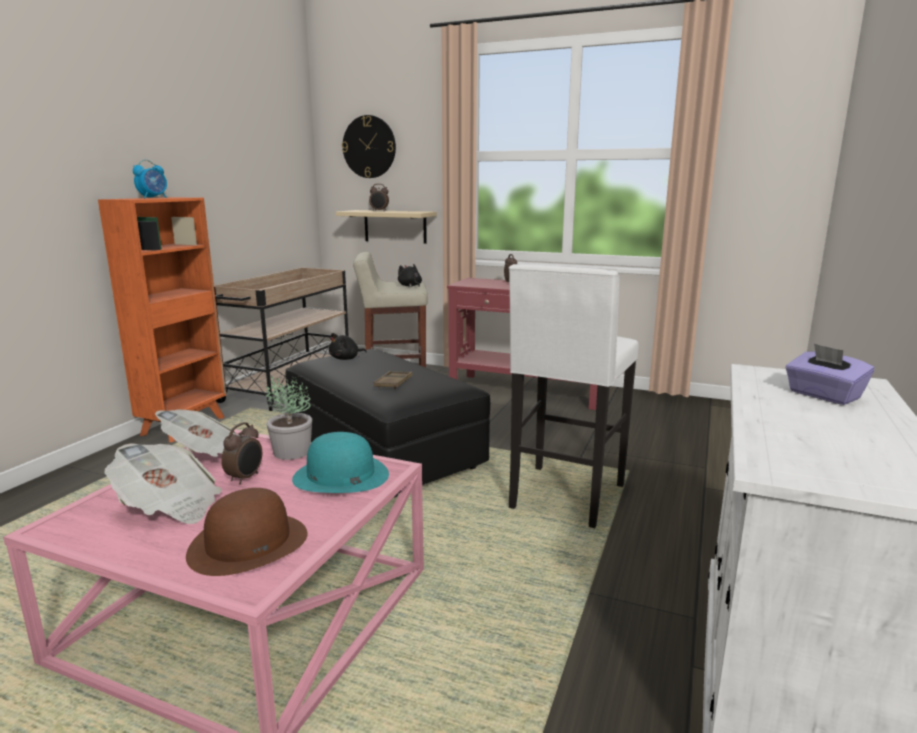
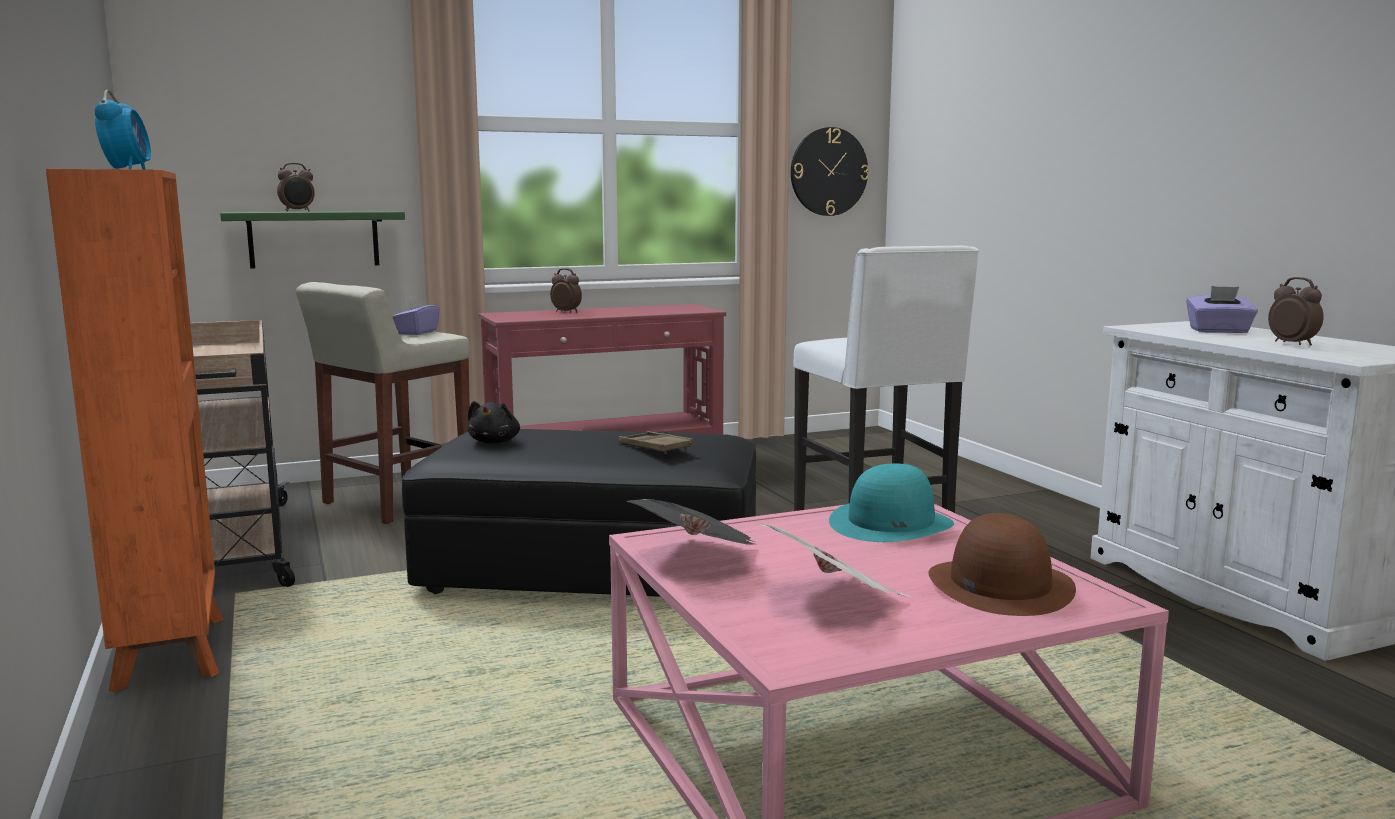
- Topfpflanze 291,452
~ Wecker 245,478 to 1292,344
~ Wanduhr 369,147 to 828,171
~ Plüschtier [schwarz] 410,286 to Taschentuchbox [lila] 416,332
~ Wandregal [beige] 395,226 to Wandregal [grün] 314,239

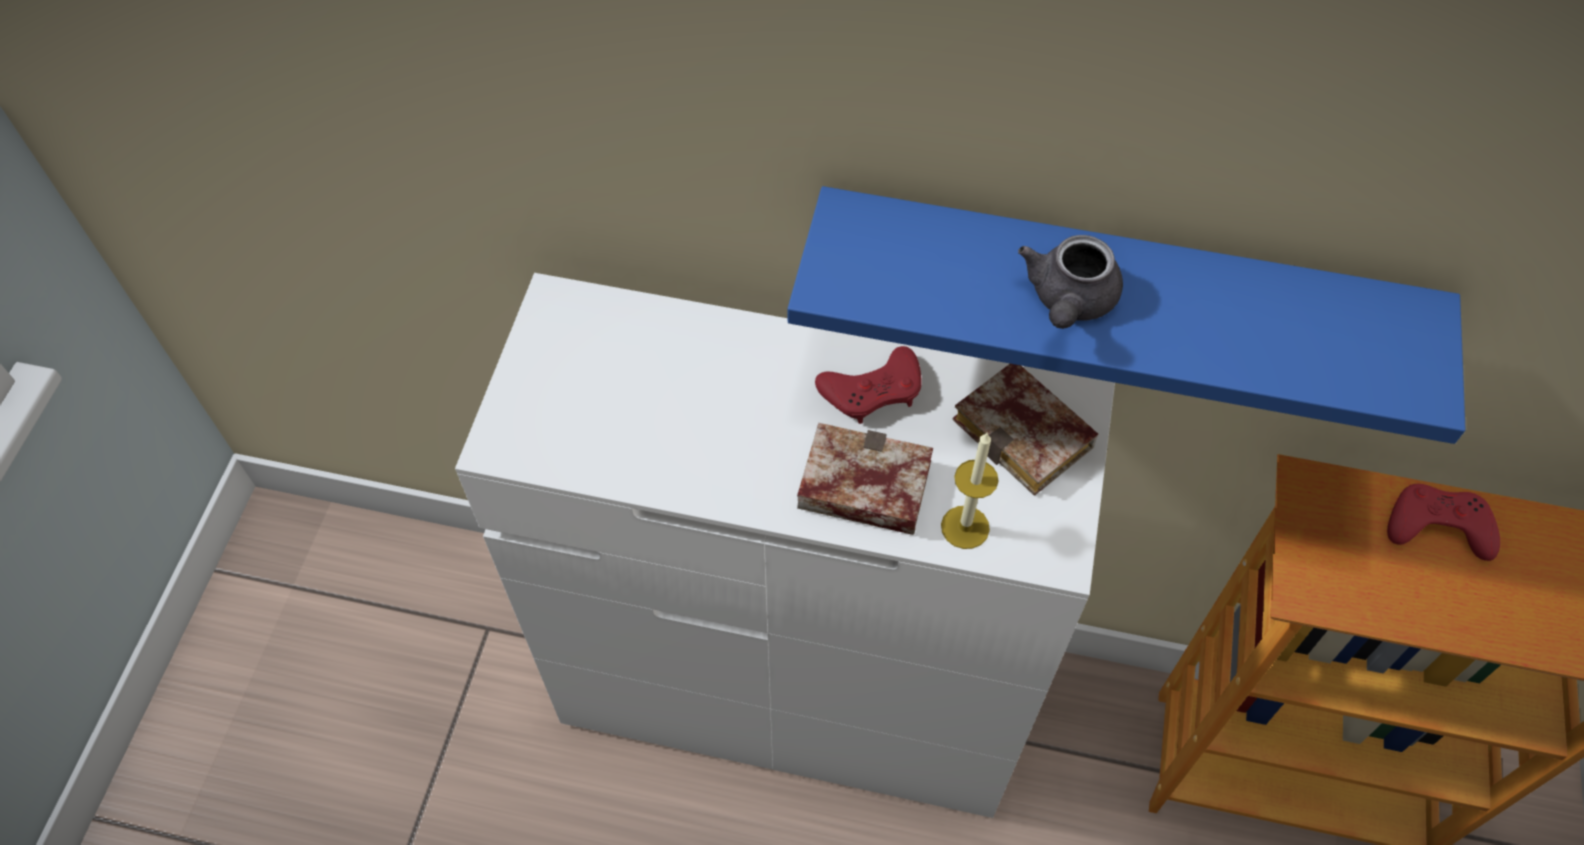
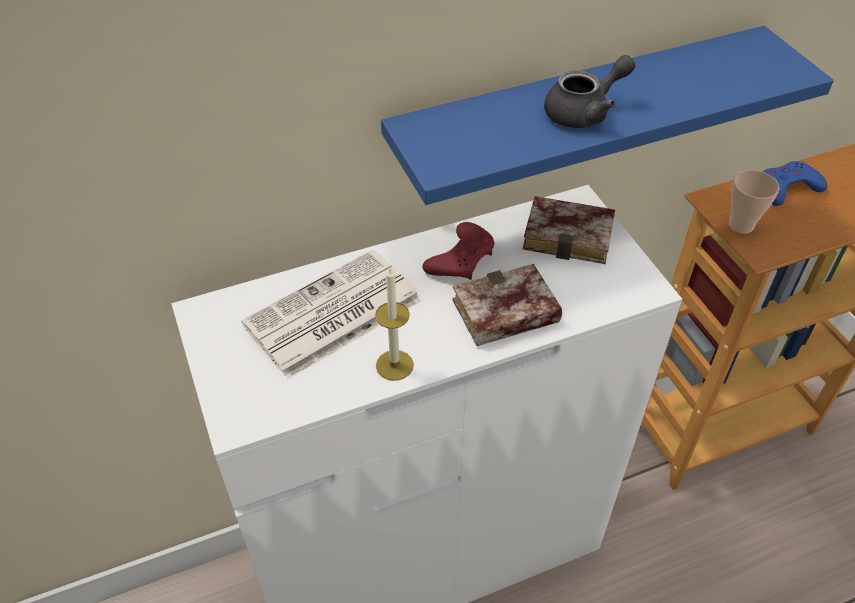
+ Zeitung 332,315
+ Tasse 741,225
~ Kerze 965,527 to 394,365
~ Gamepad [rot] 1438,526 to Gamepad [blau] 787,188
~ Teekanne [grau] 1068,301 = 584,112 105 degrees counterclockwise

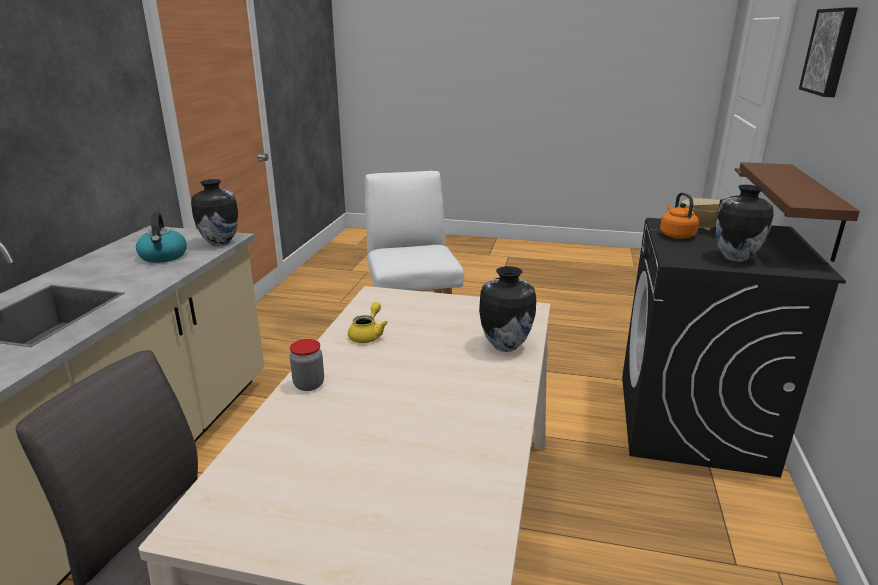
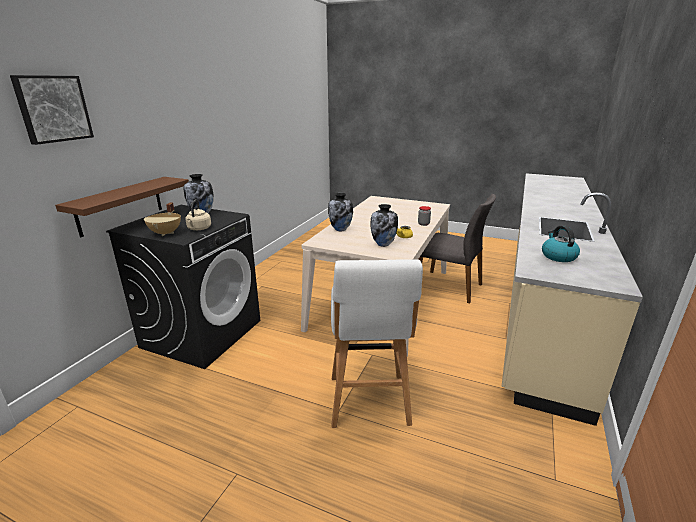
~ Vase 220,243 to 383,244
~ Wasserkessel [orange] 676,235 to Wasserkessel [beige] 199,229

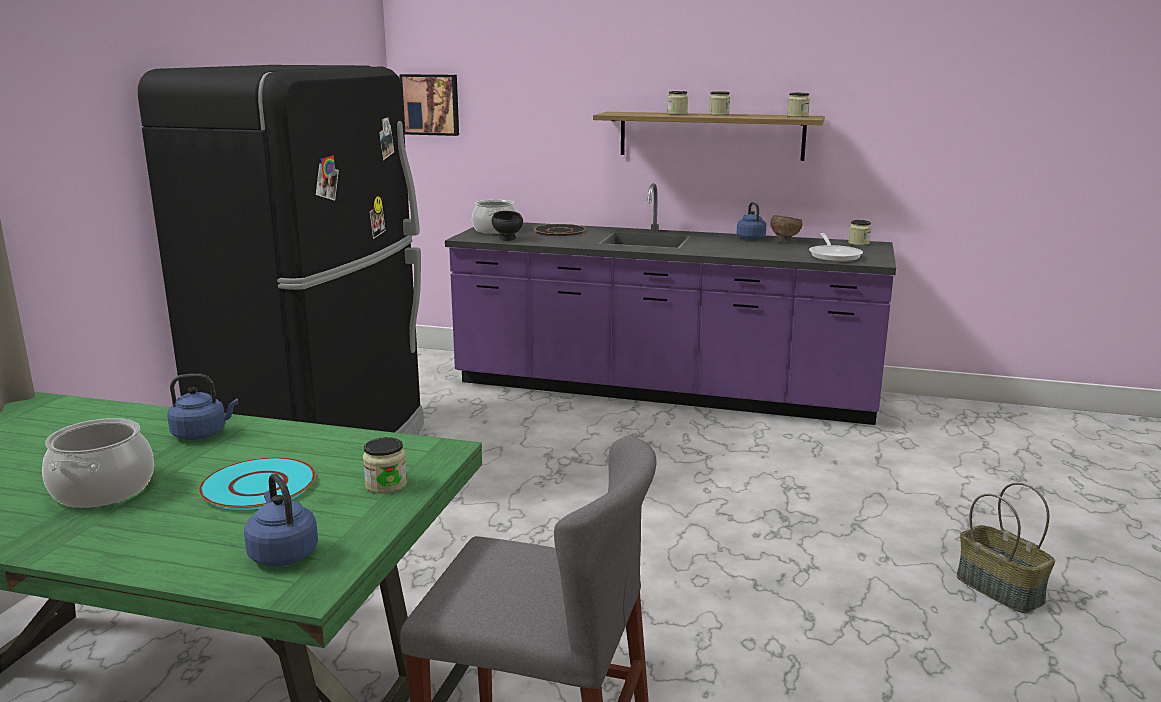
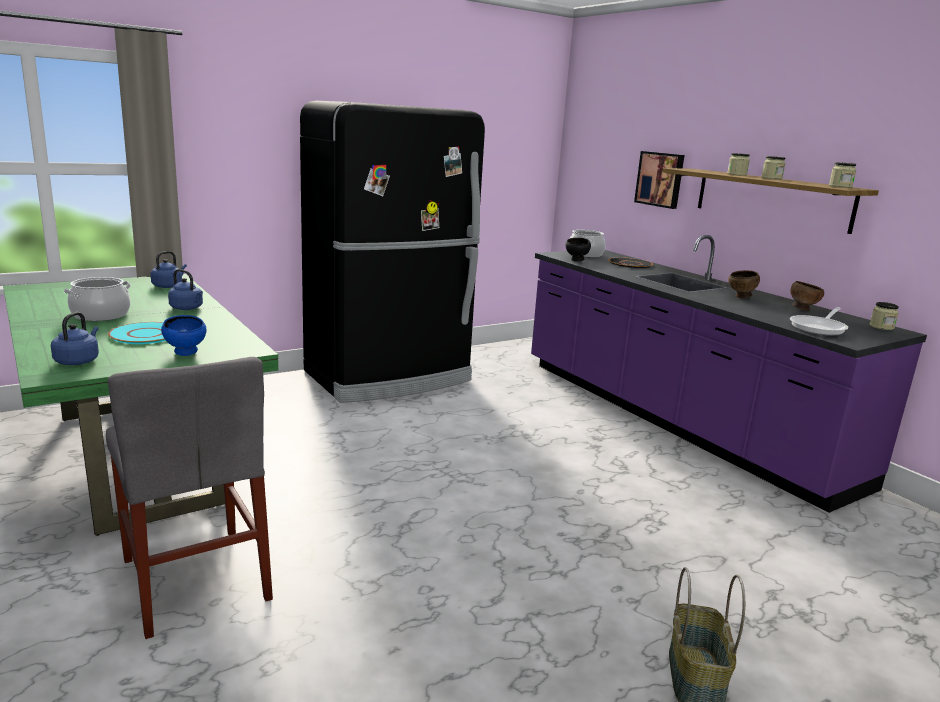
+ Schüssel [braun] 741,297
~ Bild 431,104 to 660,179
~ Wasserkessel [blau] 750,238 to 168,286
~ Vorratsglas 386,484 to Schüssel [blau] 186,353

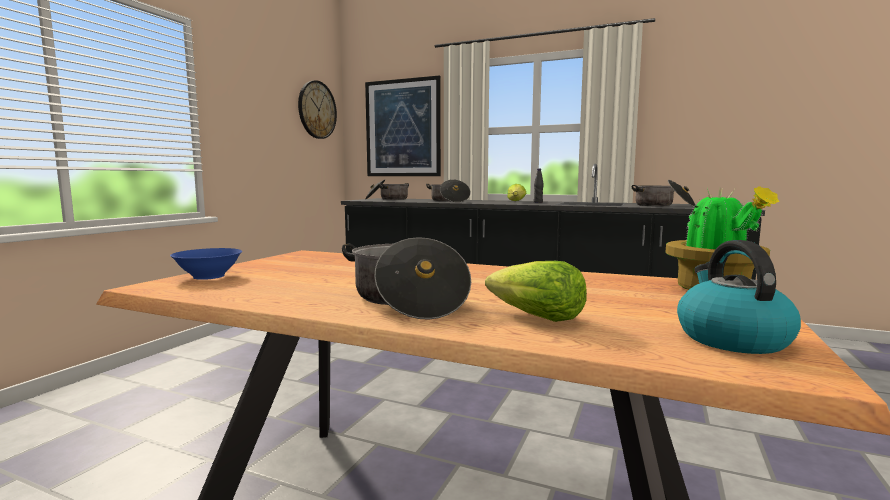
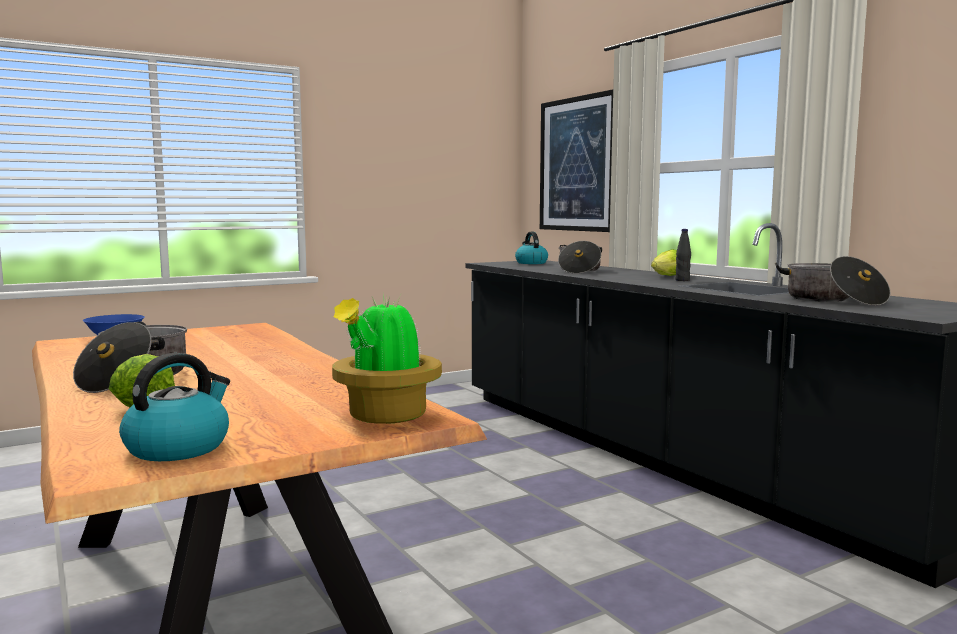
- Wanduhr 317,110
~ Kochtopf 387,199 to Wasserkessel 531,263

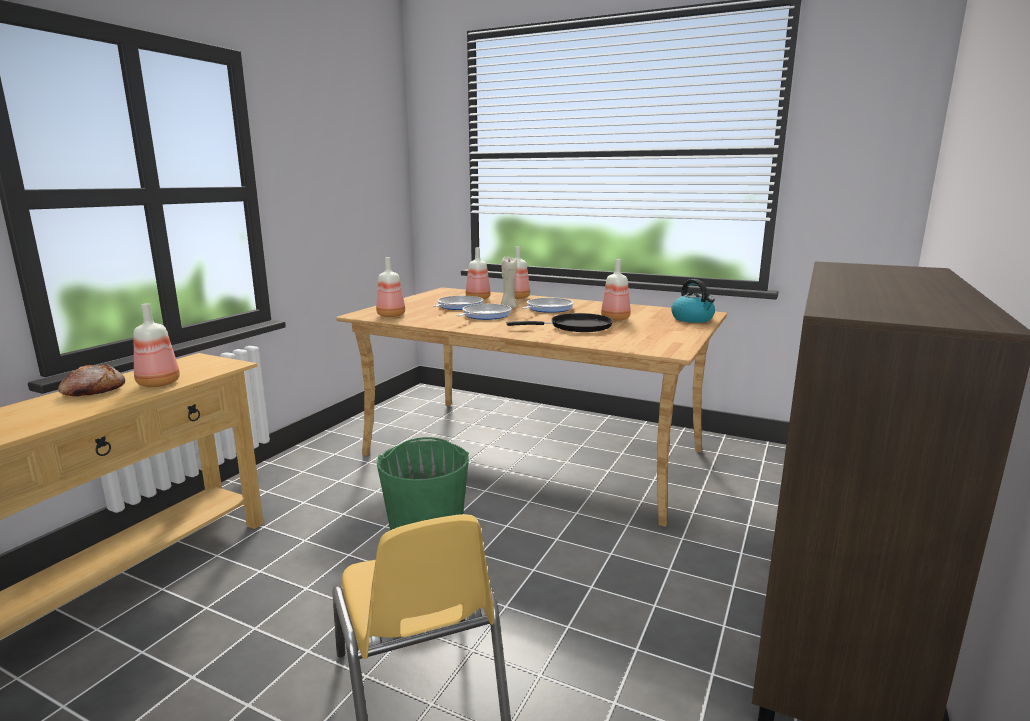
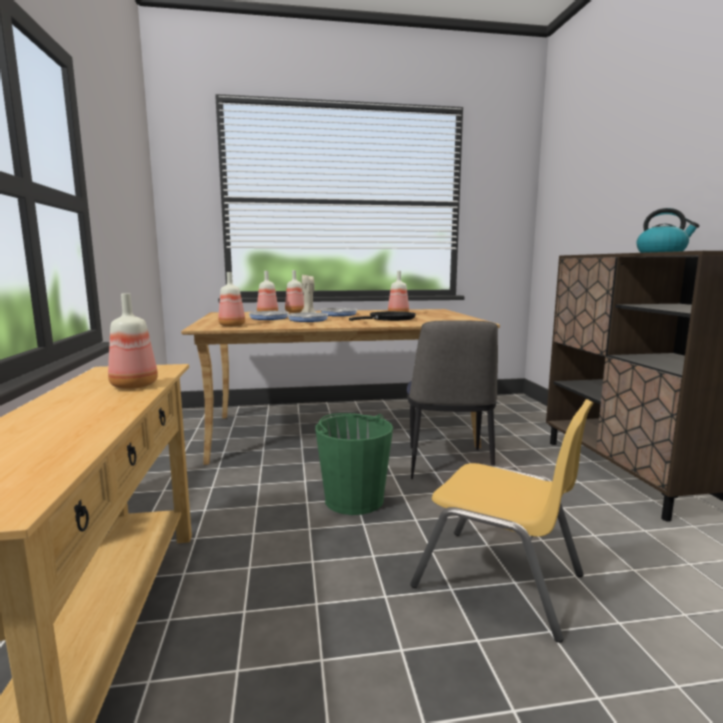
- Brot 93,391
+ Stuhl 448,465
~ Wasserkessel 693,319 to 662,252

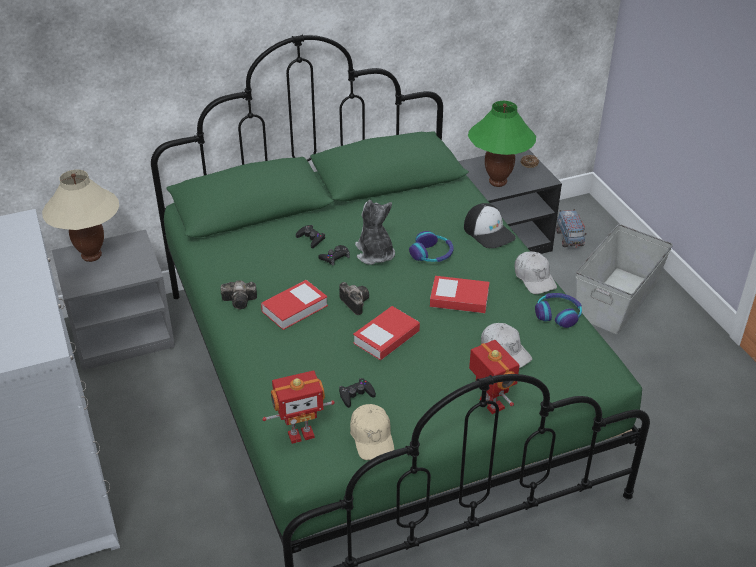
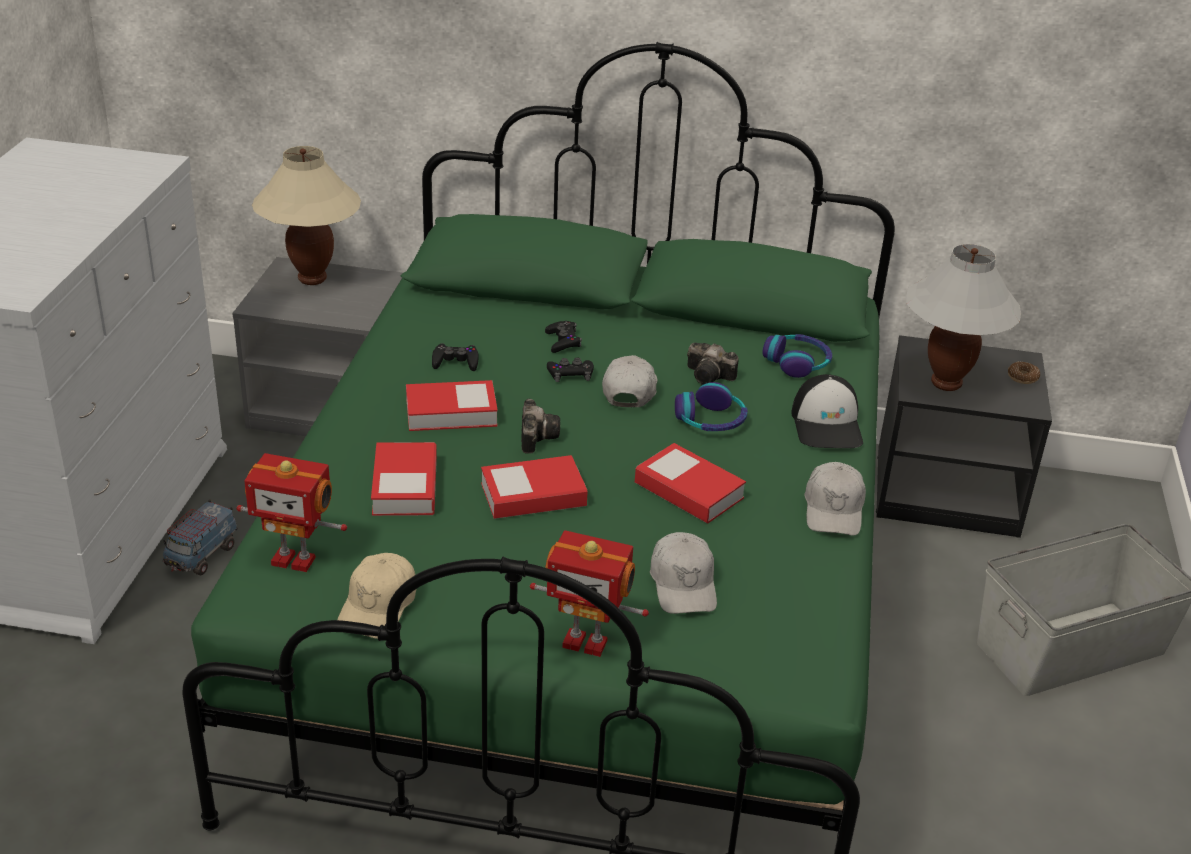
+ Buch 405,486
~ Kamera 241,301 to 711,376
~ Gamepad [schwarz] 356,395 to 455,362
~ Kopfhörer 558,314 to 797,363
~ Spielzeuglaster 569,239 to 201,556
~ Plüschtier 375,254 to Kappe [weiß] 629,390
~ Tischlampe [grün] 497,182 to Tischlampe [weiß] 946,383
~ Spielzeugroboter 490,404 = 586,641 105 degrees clockwise

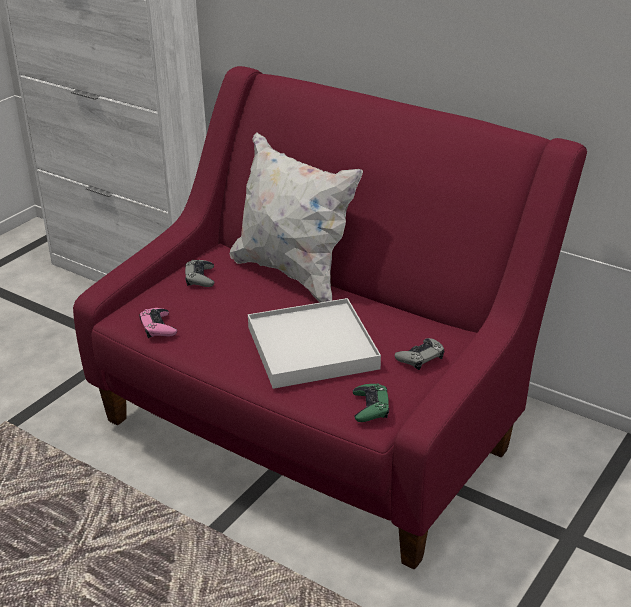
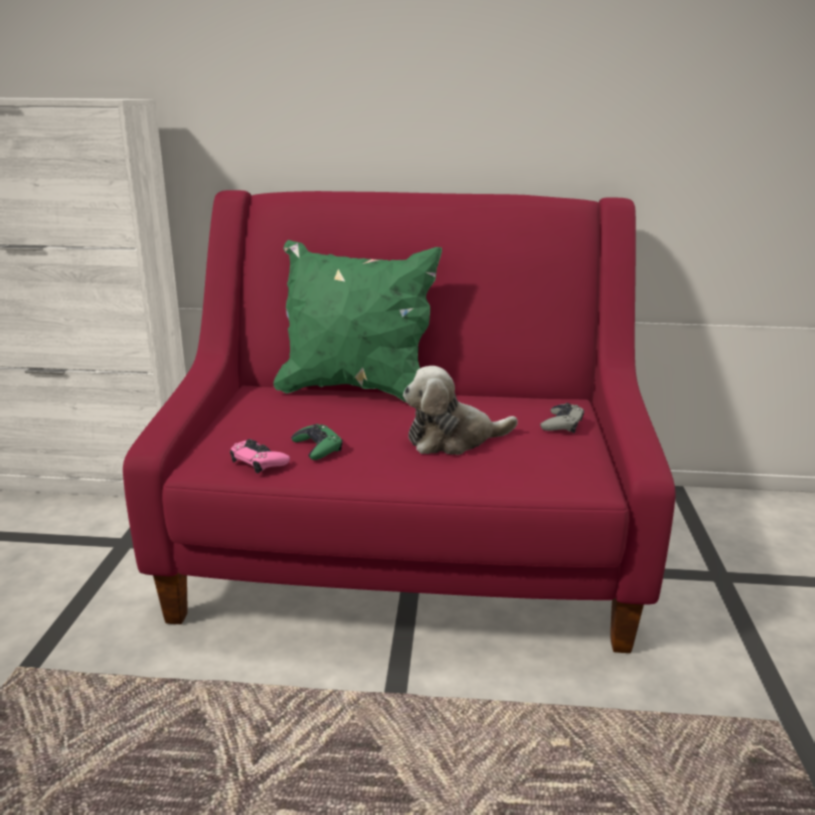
- Gamepad [grau] 200,278
~ Gamepad [grün] 370,407 to 317,447
~ Tablett [weiß] 312,348 to Plüschtier 453,440
~ Kissen [weiß] 293,274 to Kissen [grün] 356,391

